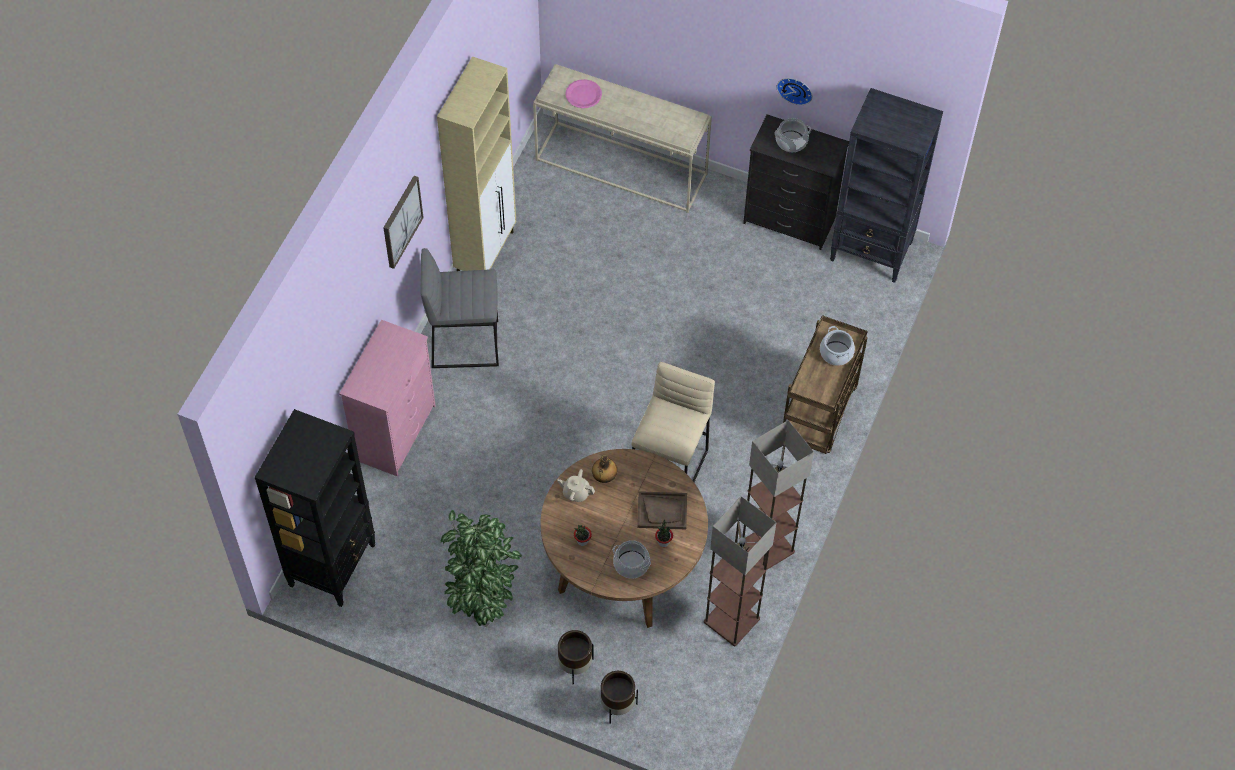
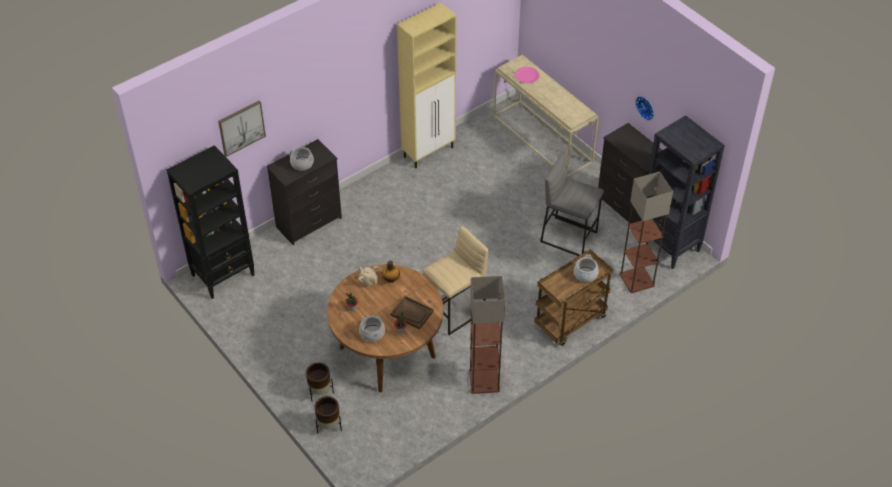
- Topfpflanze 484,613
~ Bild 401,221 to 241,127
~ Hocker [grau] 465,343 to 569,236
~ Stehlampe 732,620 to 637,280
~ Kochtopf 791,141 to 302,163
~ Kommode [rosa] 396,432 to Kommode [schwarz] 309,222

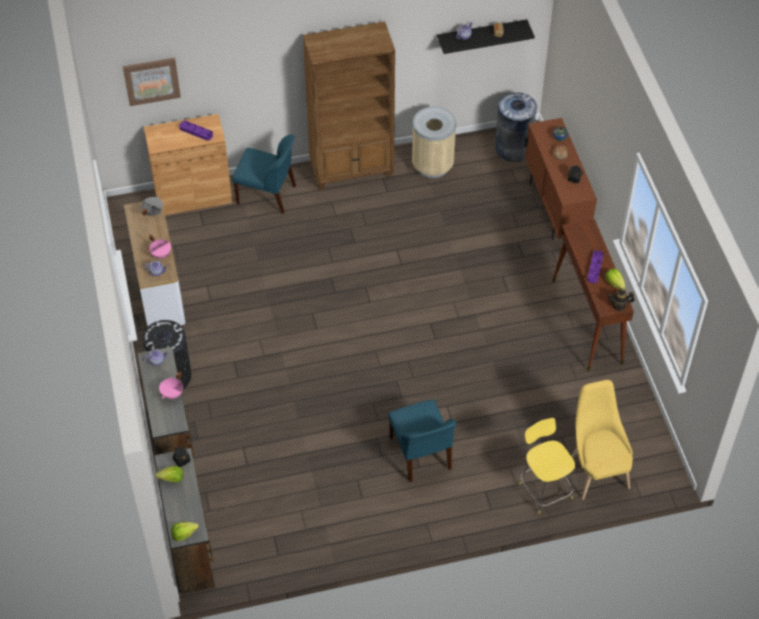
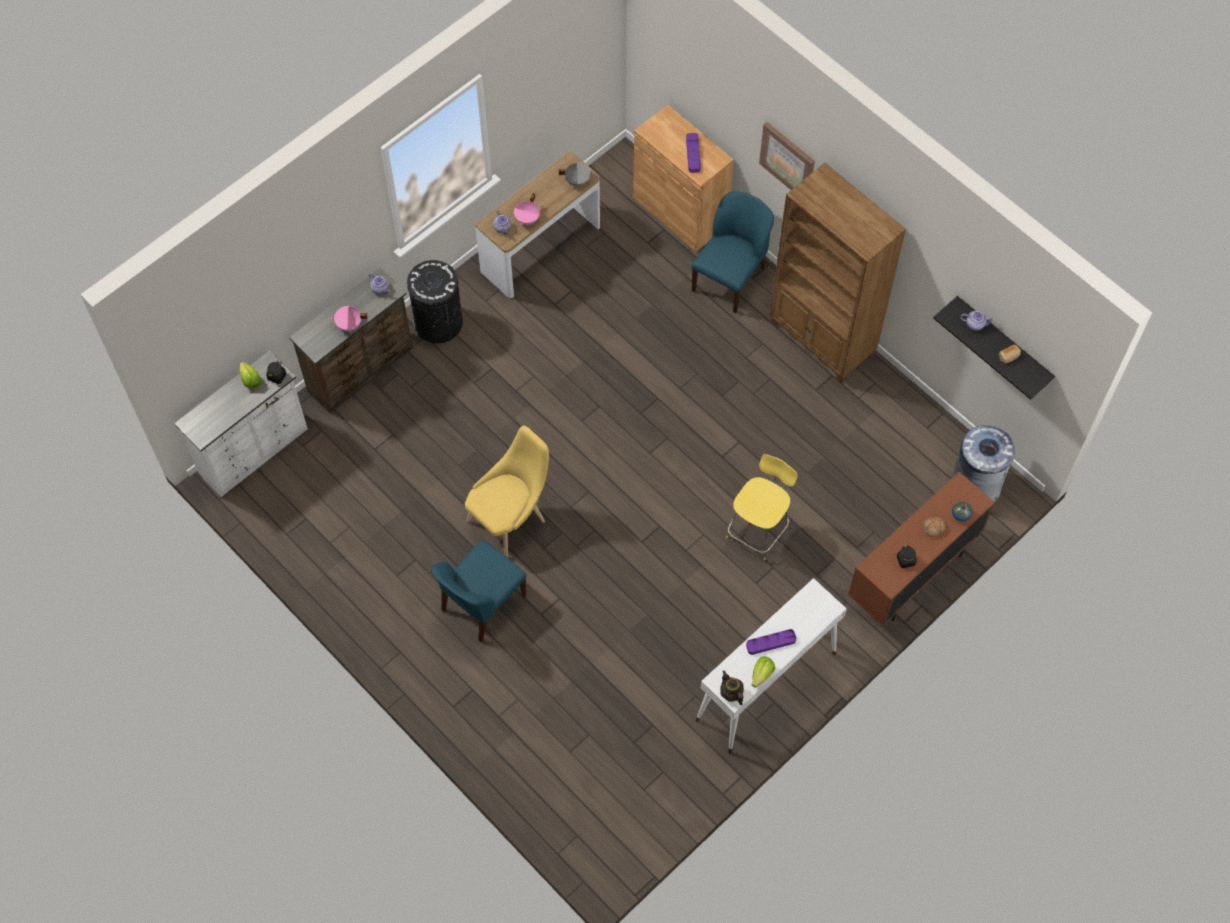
- Salatkopf 184,534
- Mülleimer [beige] 432,165
~ Bild 151,80 to 788,160
~ Hocker [gelb] 544,489 to 758,530
~ Stuhl [gelb] 596,470 to 511,519
~ Kommode [braun] 191,545 to Kommode [weiß] 255,452
~ Konsolentisch [braun] 587,322 to Konsolentisch [weiß] 765,687
~ Stuhl [blau] 267,195 = 729,278 135 degrees counterclockwise

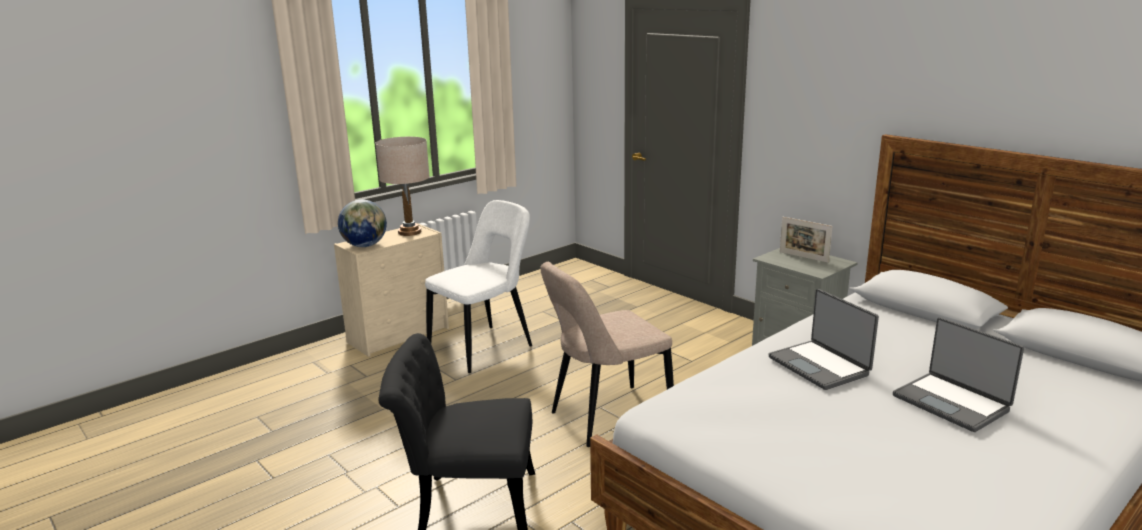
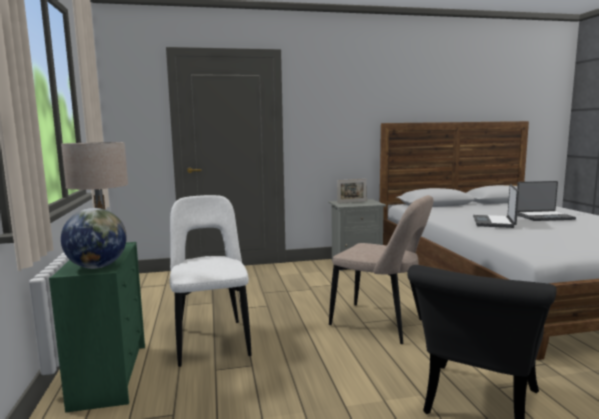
~ Kommode [beige] 399,335 to Kommode [grün] 110,374
~ Stuhl [beige] 606,418 = 380,324 60 degrees counterclockwise
~ Laptop 820,366 = 494,222 105 degrees clockwise

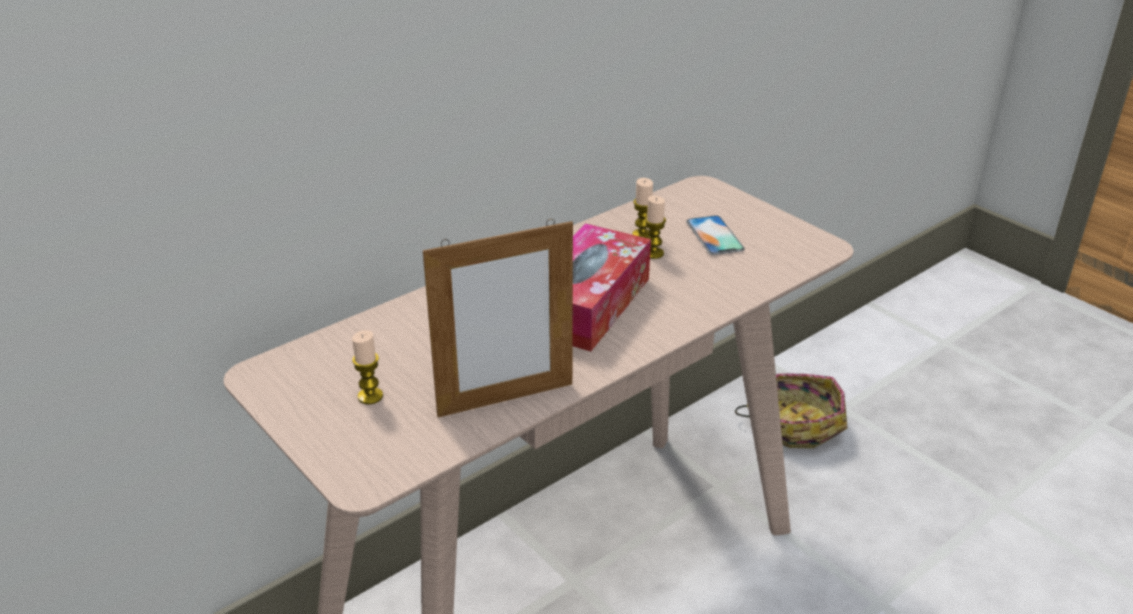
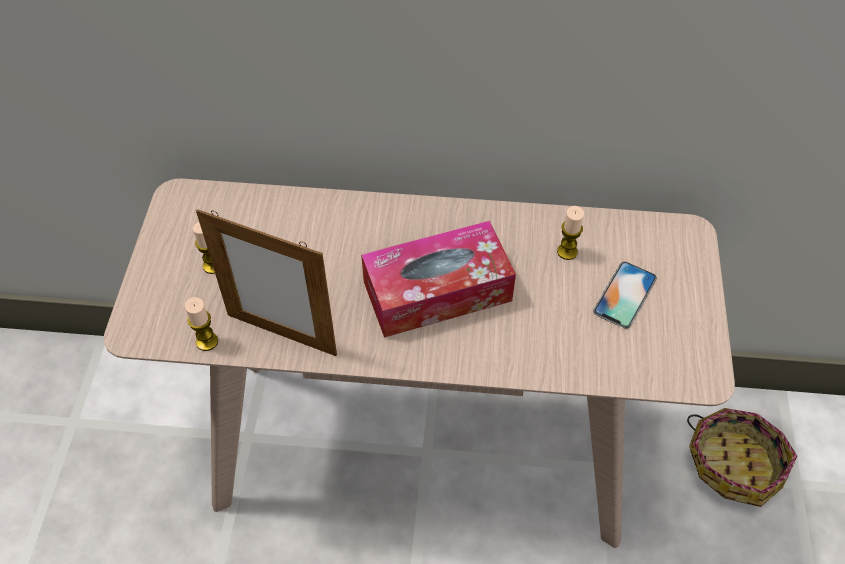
~ Kerze 653,253 to 207,341

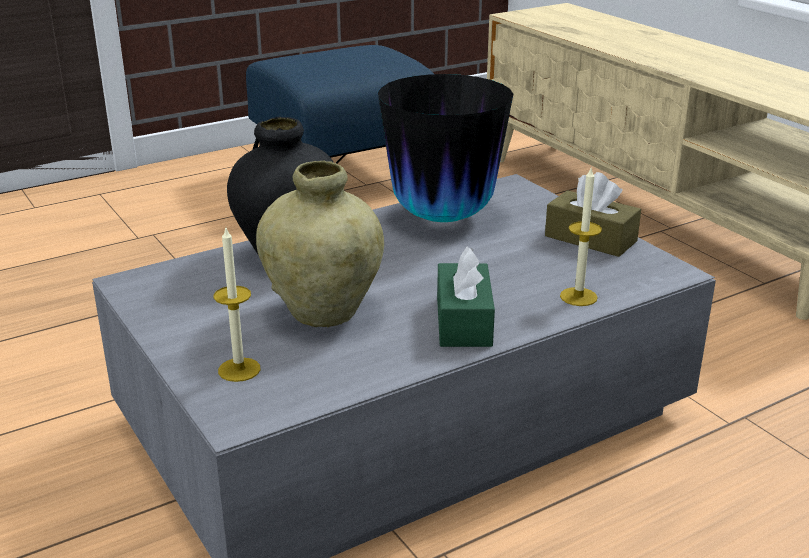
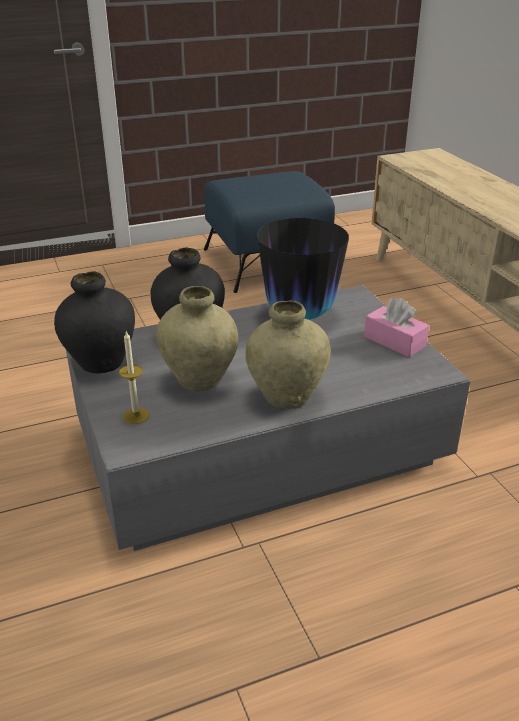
- Kerze 578,297
+ Vase [schwarz] 101,363
~ Taschentuchbox [grün] 463,322 to Vase [beige] 286,396
~ Taschentuchbox [braun] 590,239 to Taschentuchbox [rosa] 394,341

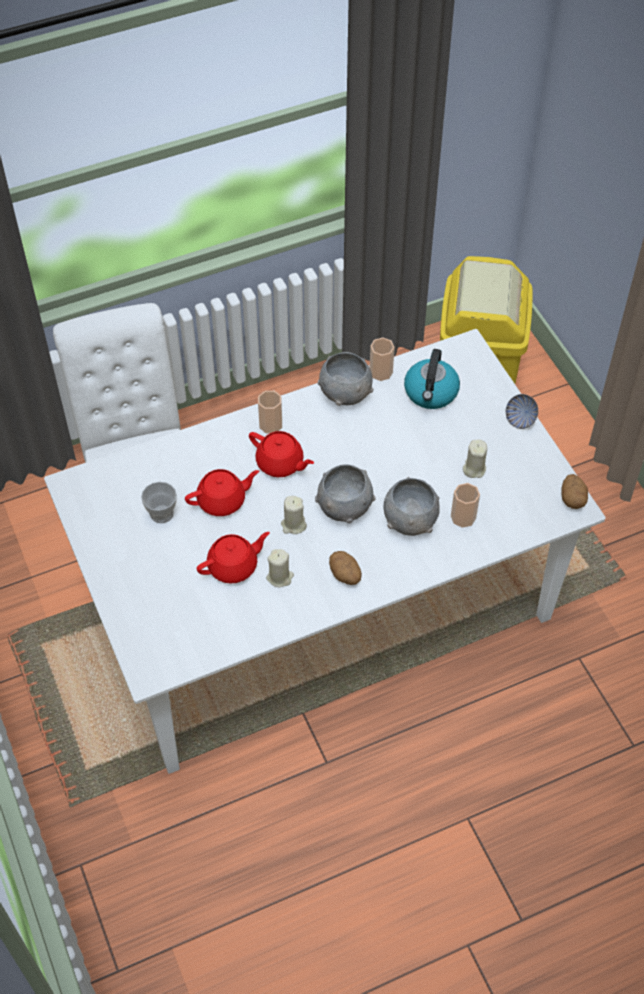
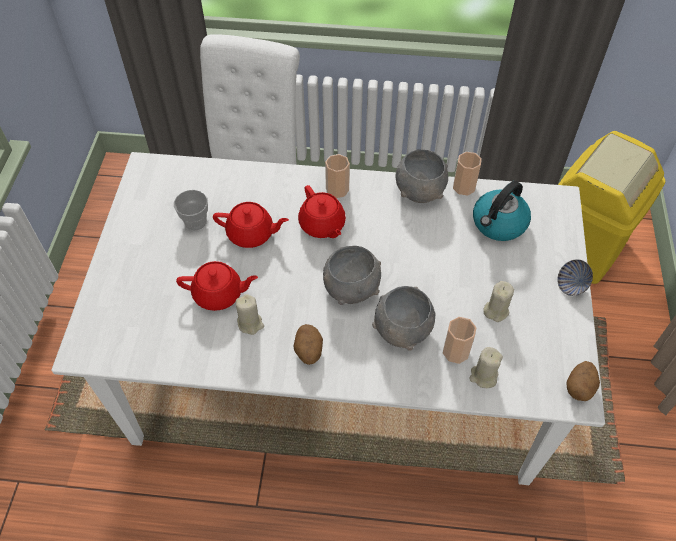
~ Kerze [beige] 293,525 to 483,376

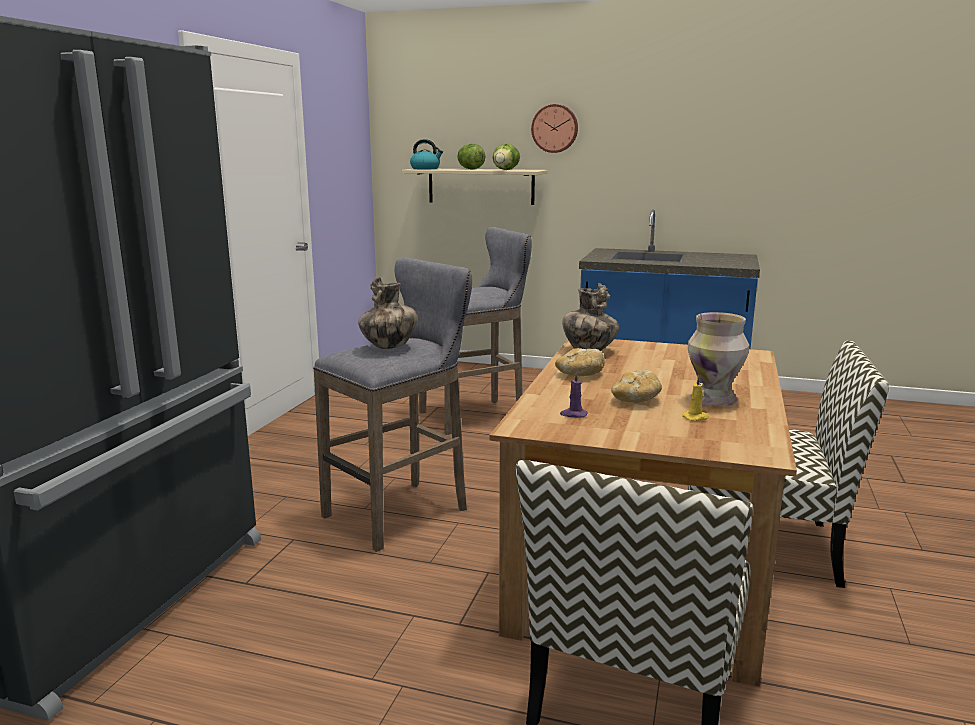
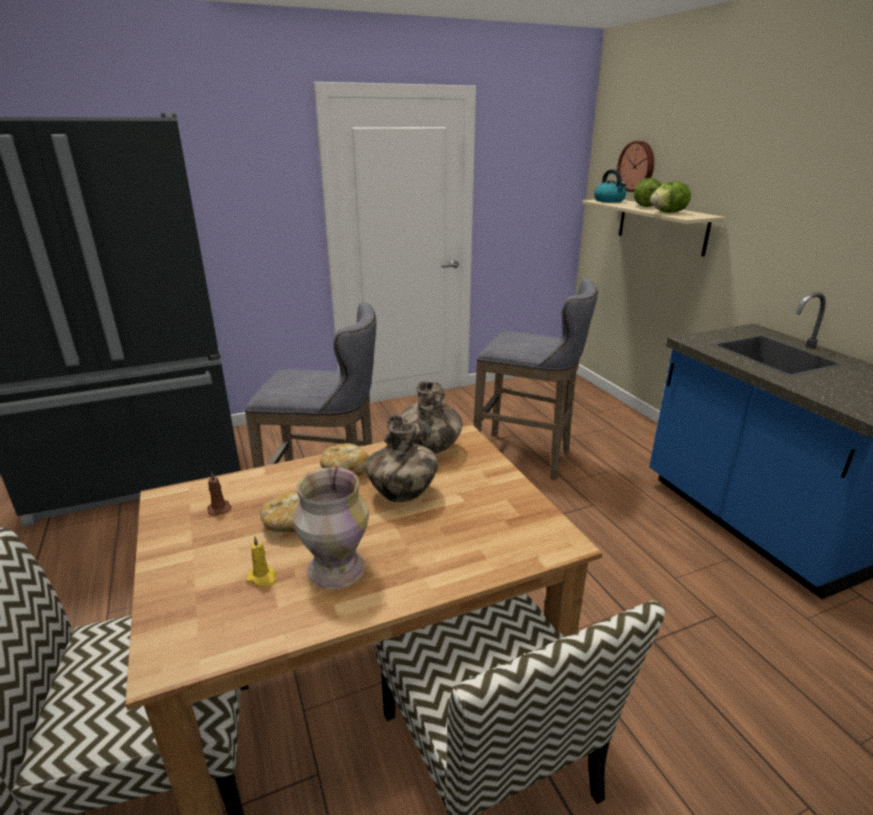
~ Vase 389,347 to 402,494
~ Wanduhr 555,128 to 637,166
~ Kerze [lila] 573,414 to Kerze [braun] 219,508

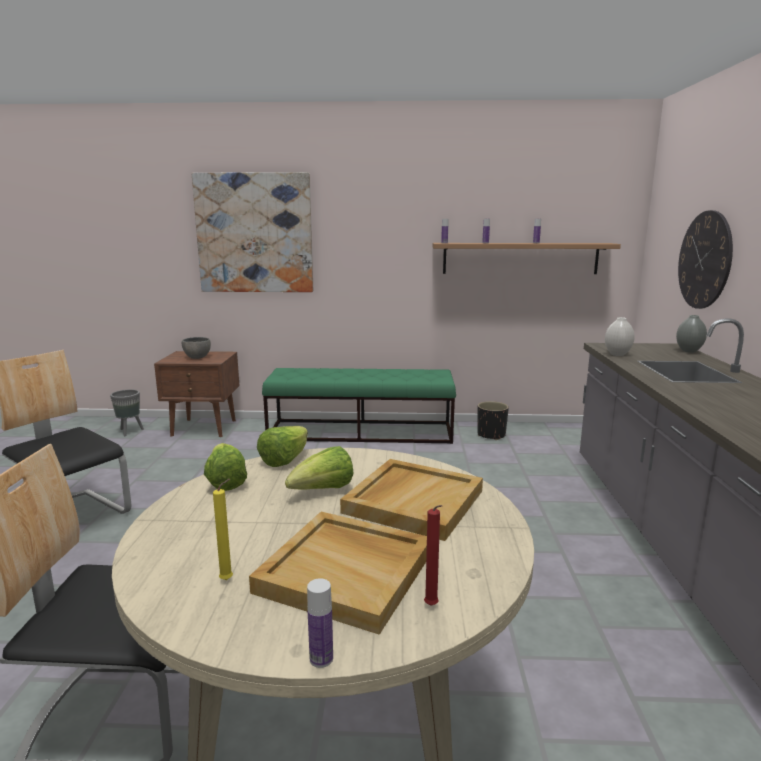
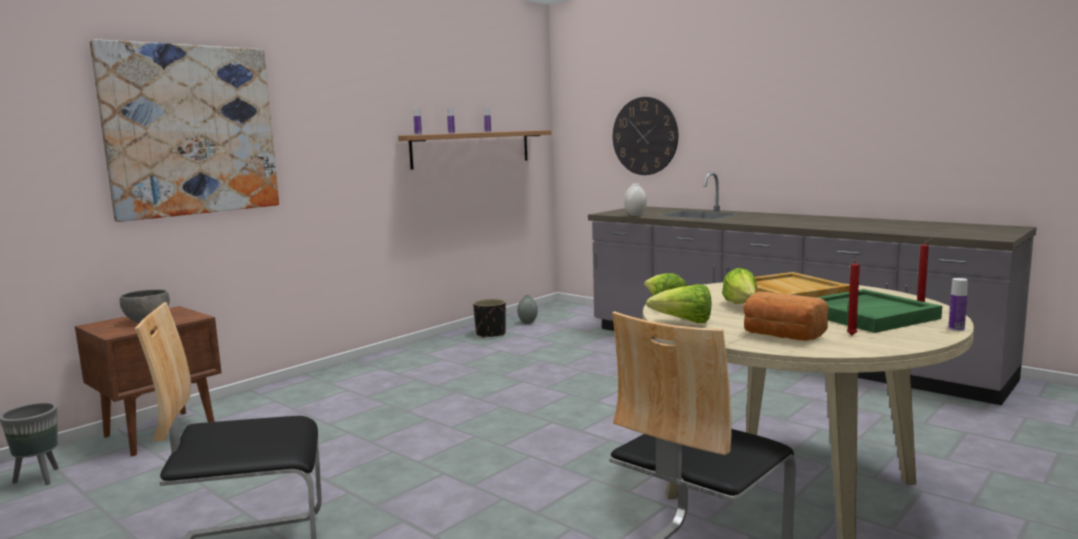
- Bank [grün] 361,432
+ Brot 781,336
~ Vase [grau] 688,351 to 527,322
~ Kerze [gelb] 228,579 to Kerze [rot] 851,335
~ Tablett [beige] 348,571 to Tablett [grün] 868,315

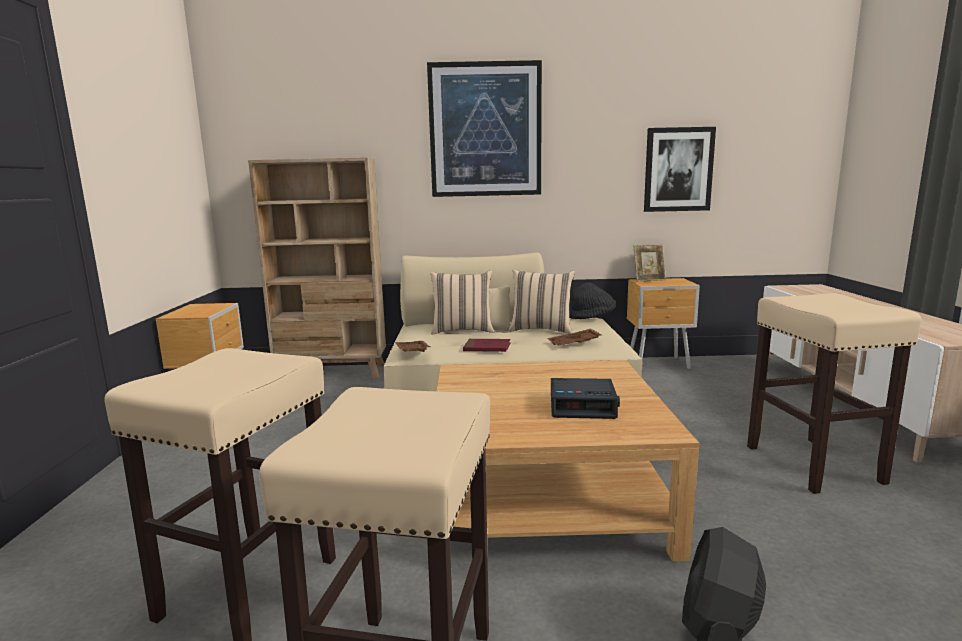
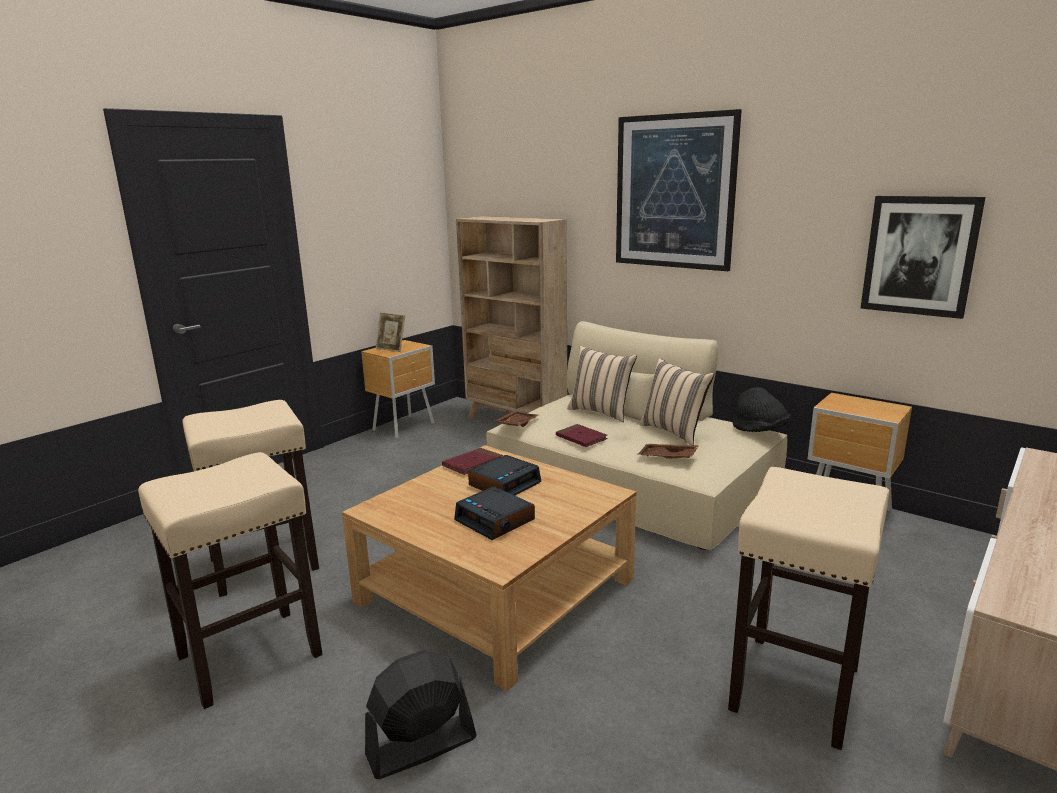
+ Buch [rot] 473,464
+ Wecker 505,484
~ Bilderrahmen 648,280 to 391,349

